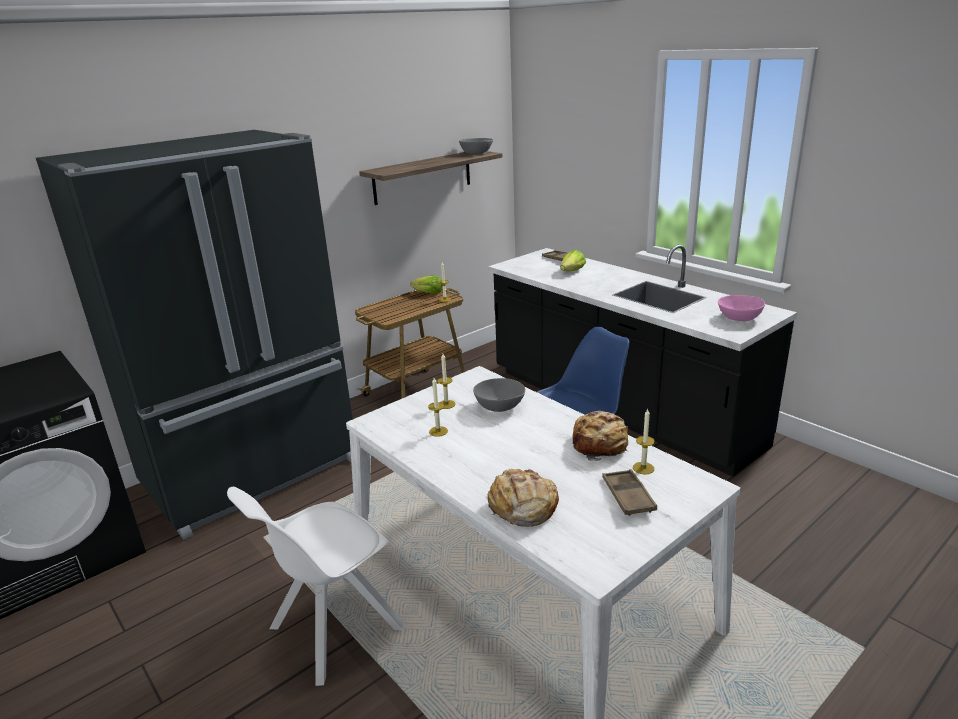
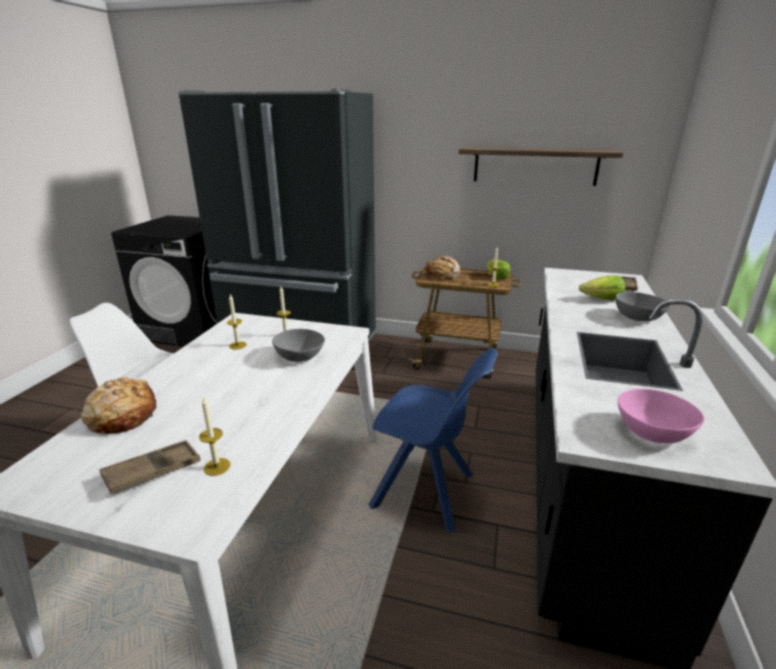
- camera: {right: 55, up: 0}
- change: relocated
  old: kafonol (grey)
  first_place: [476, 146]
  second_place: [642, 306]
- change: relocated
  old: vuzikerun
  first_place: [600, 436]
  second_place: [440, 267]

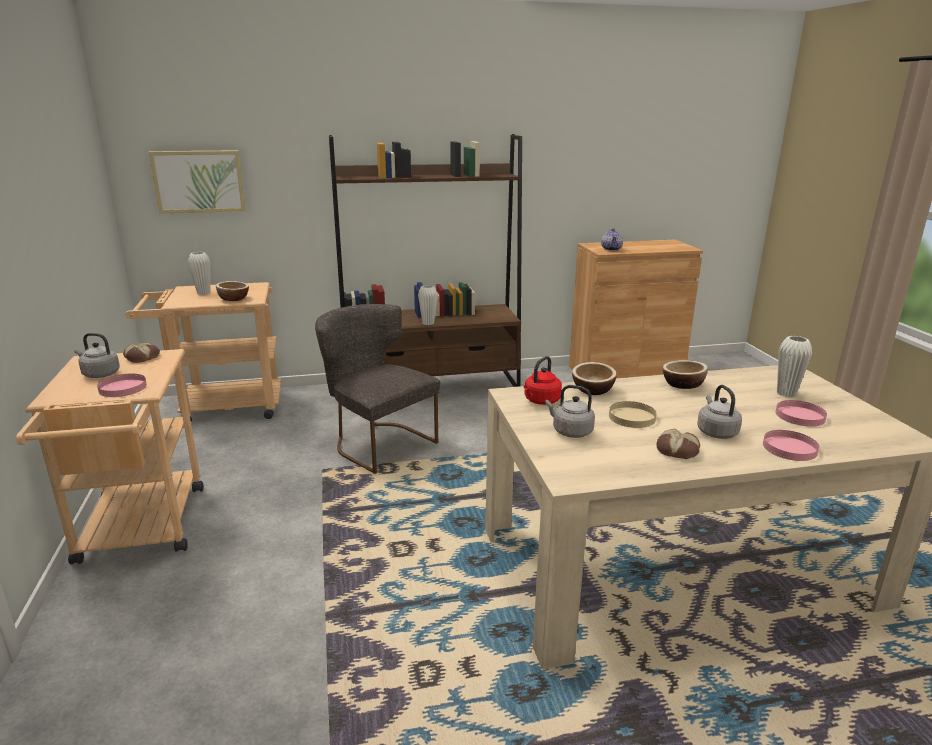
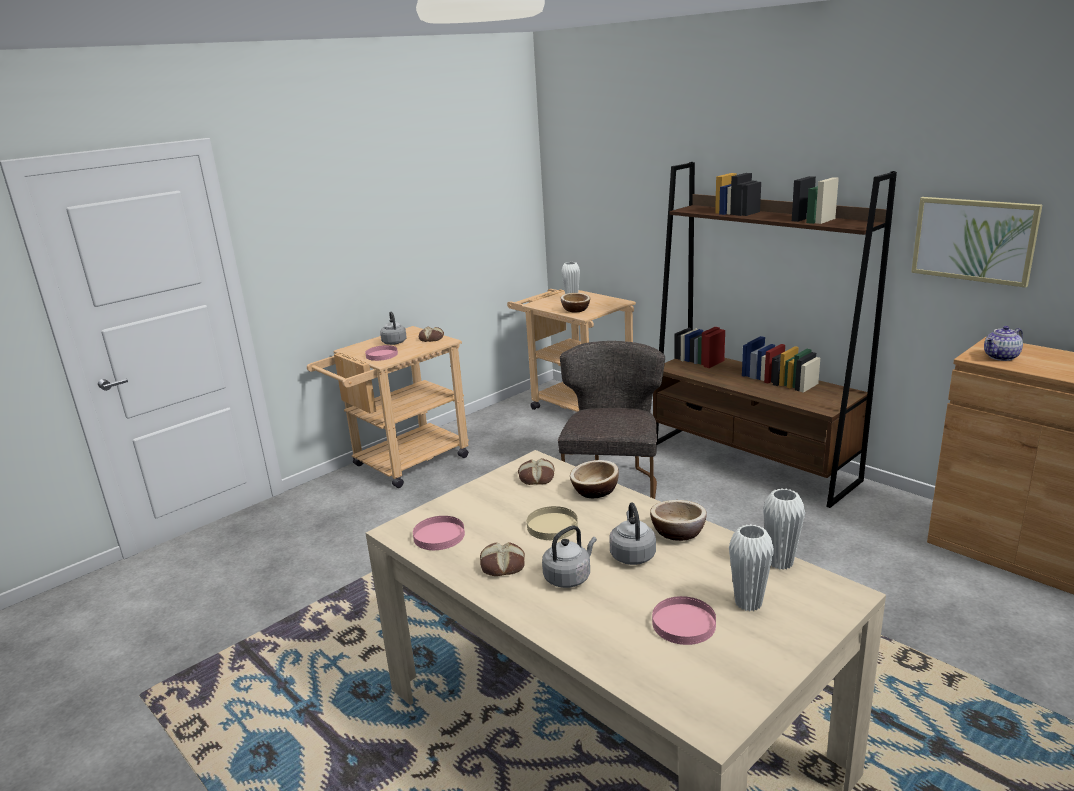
- camera: {right: 60, up: 0}
- change: relocated
  old: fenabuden
  first_place: [197, 182]
  second_place: [976, 242]
- change: relocated
  old: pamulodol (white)
  first_place: [428, 305]
  second_place: [784, 529]
- change: exchanged
  old: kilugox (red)
  new: vuzikerun
  first_place: [543, 380]
  second_place: [536, 471]
- change: relocated
  old: kilugox (grey)
  first_place: [570, 411]
  second_place: [632, 533]
- change: relocated
  old: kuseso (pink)
  first_place: [791, 445]
  second_place: [439, 533]

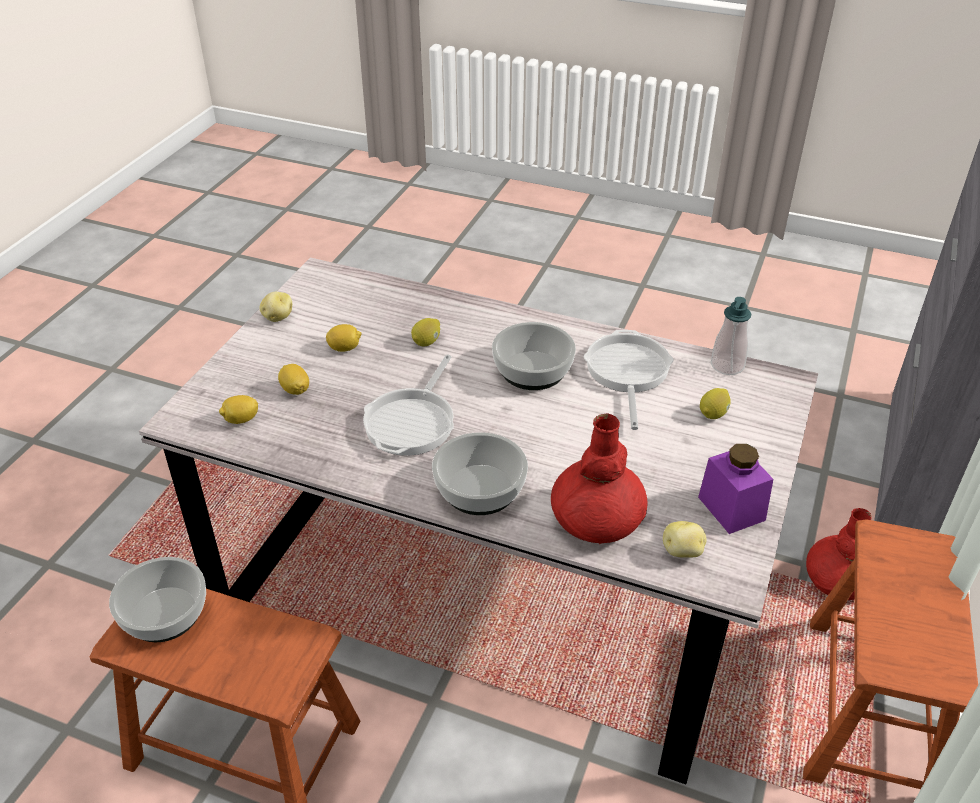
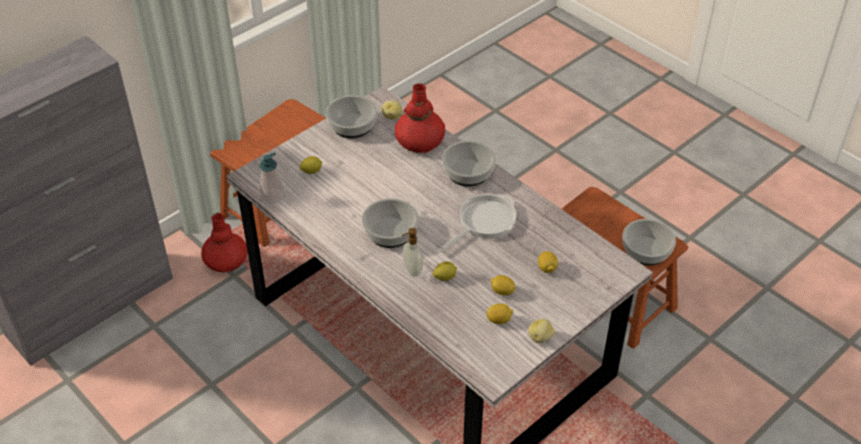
- camera: {right: -155, up: 5}
- change: relocated
  old: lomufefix
  first_place: [238, 409]
  second_place: [499, 314]
- change: missing
  old: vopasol
  first_place: [629, 380]
- change: exchanged
  old: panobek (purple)
  new: kafonol
  first_place: [735, 489]
  second_place: [351, 116]
- change: appeared
  new: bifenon
  second_place: [412, 252]

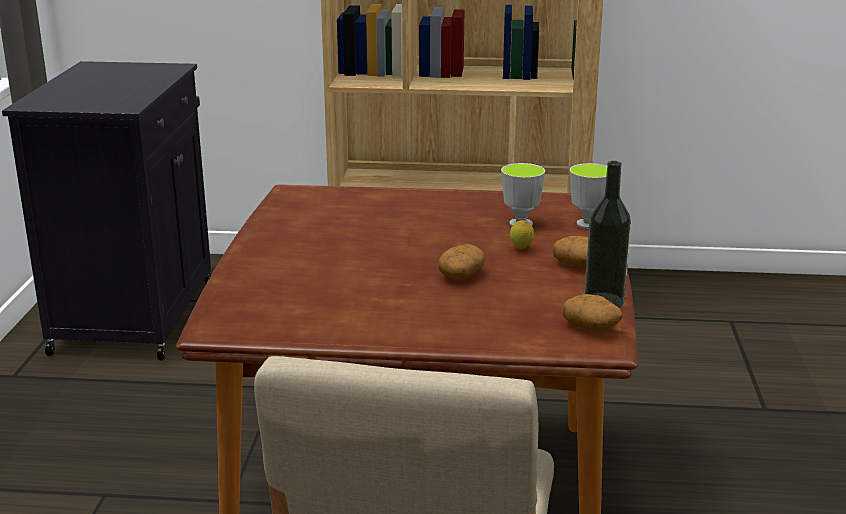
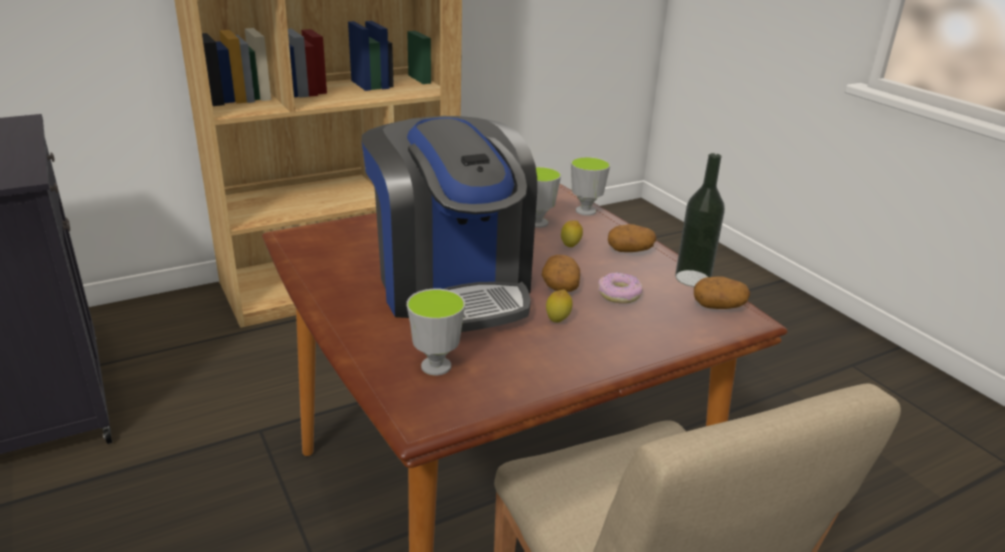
- camera: {right: -35, up: 5}
- change: appeared
  new: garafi
  second_place: [449, 224]
- change: appeared
  new: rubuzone
  second_place: [436, 332]
- change: appeared
  new: lomufefix
  second_place: [559, 305]
- change: appeared
  new: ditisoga
  second_place: [620, 288]

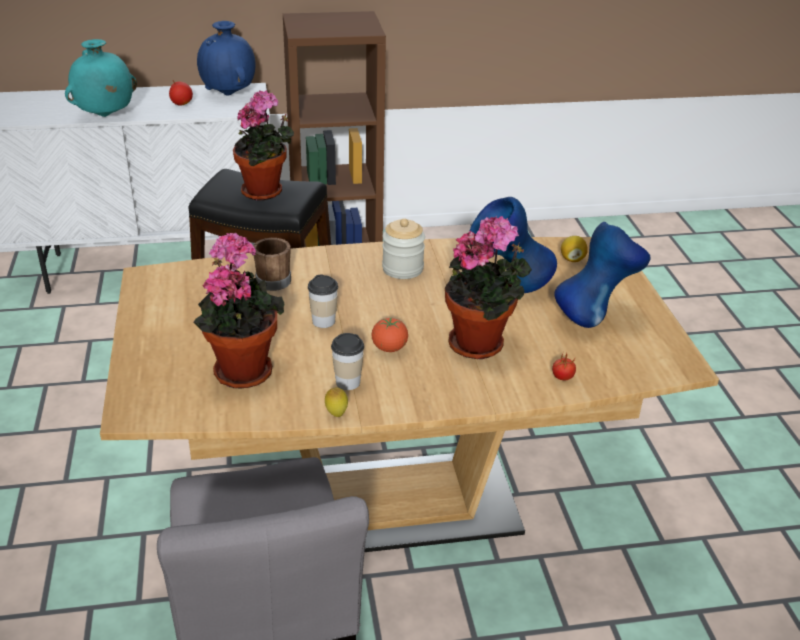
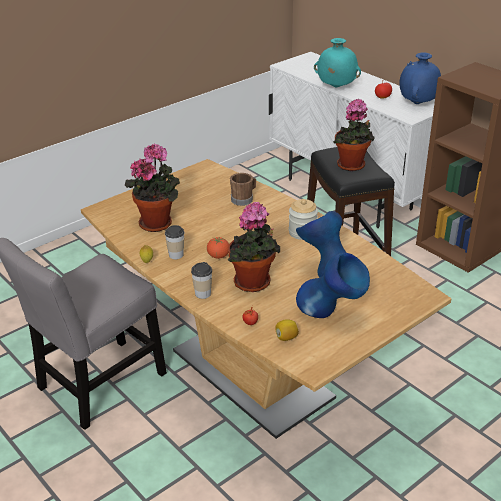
- camera: {right: 60, up: 0}
- change: relocated
  old: rubuzone
  first_place: [323, 301]
  second_place: [201, 280]
- change: relocated
  old: lomufefix
  first_place: [574, 249]
  second_place: [287, 330]

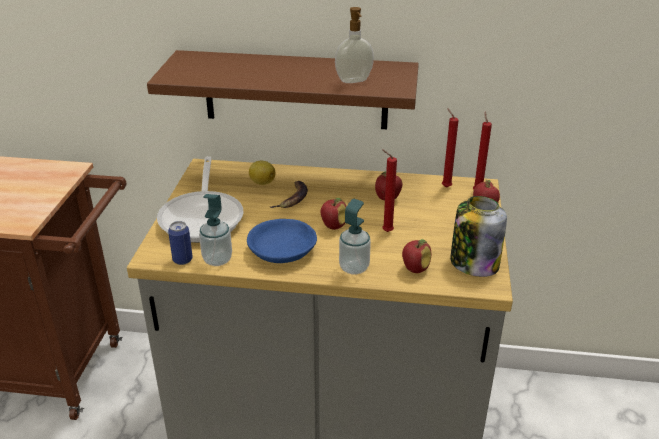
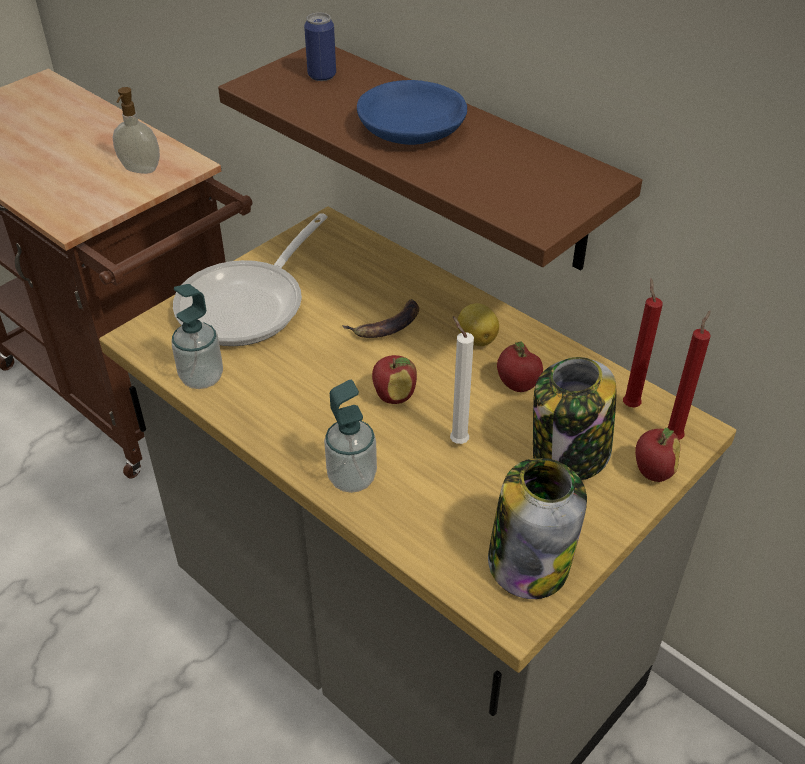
- camera: {right: 35, up: 10}
- change: relocated
  old: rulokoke
  first_place: [180, 243]
  second_place: [320, 46]
- change: relocated
  old: kafonol (blue)
  first_place: [282, 241]
  second_place: [412, 112]
- change: relocated
  old: lomufefix
  first_place: [262, 173]
  second_place: [478, 324]
- change: relocated
  old: bifenon
  first_place: [354, 45]
  second_place: [136, 130]
- change: colour
  old: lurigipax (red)
  new: lurigipax (white)
  first_place: [389, 190]
  second_place: [462, 380]
- change: missing
  old: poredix
  first_place: [416, 256]
- change: appeared
  new: panobek
  second_place: [575, 418]

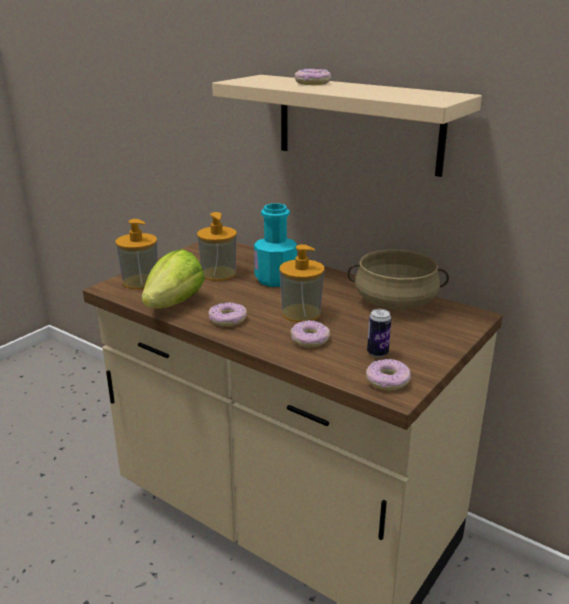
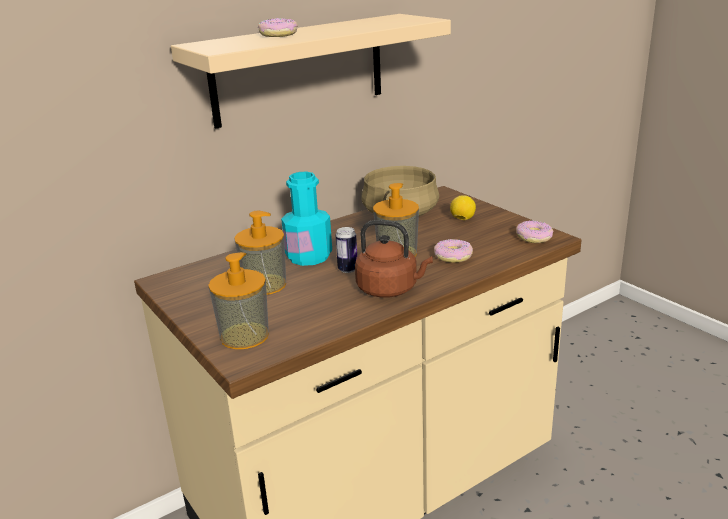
- camera: {right: -70, up: 0}
- change: missing
  old: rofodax
  first_place: [173, 278]
- change: exchanged
  old: ditisoga
  new: kilugox (brown)
  first_place: [227, 314]
  second_place: [394, 259]
- change: relocated
  old: rulokoke
  first_place: [379, 333]
  second_place: [346, 250]
- change: appeared
  new: lomufefix
  second_place: [463, 207]

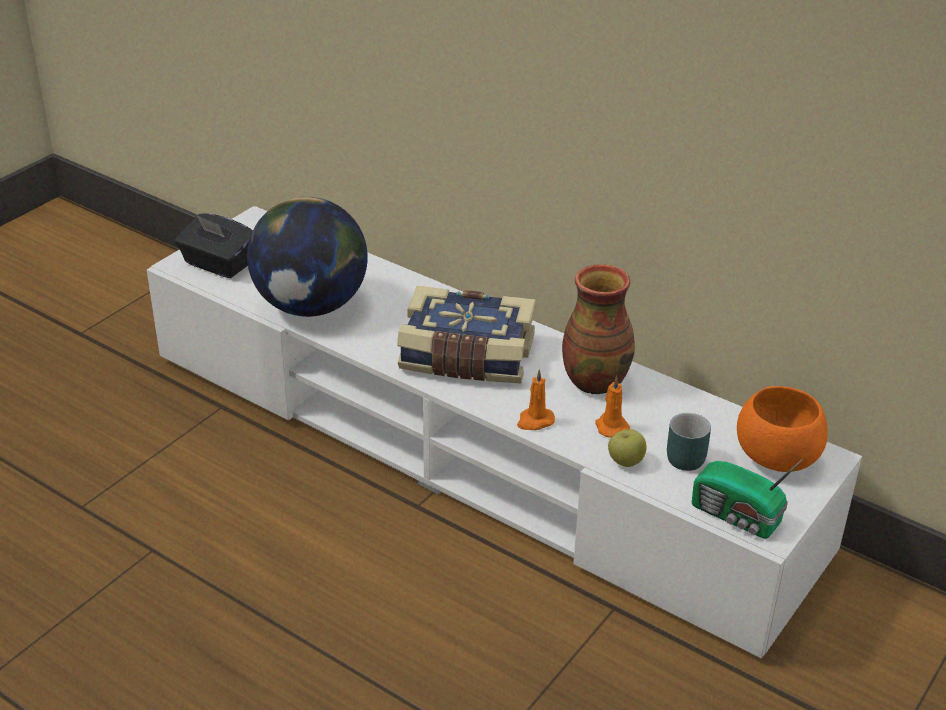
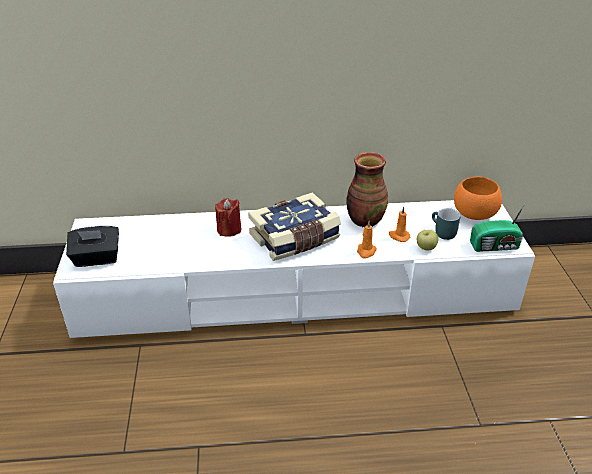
- camera: {right: -40, up: 0}
- change: missing
  old: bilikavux
  first_place: [307, 257]
- change: appeared
  new: lurigipax (red)
  second_place: [228, 217]

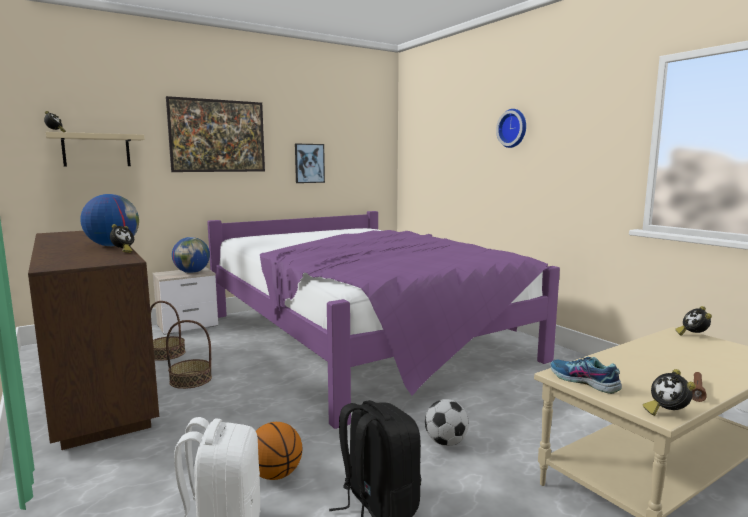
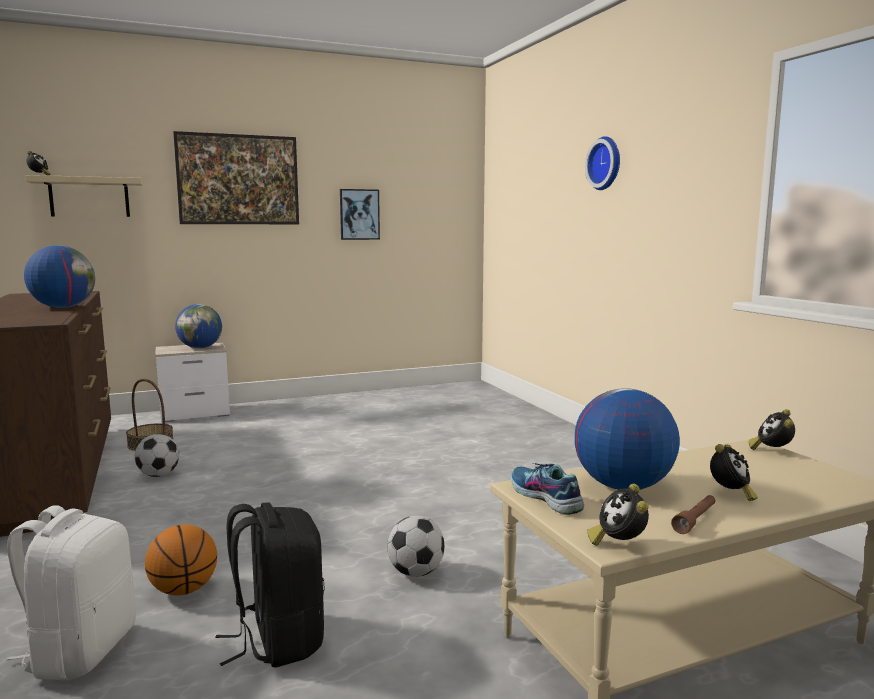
- camera: {right: 10, up: 0}
- change: relocated
  old: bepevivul
  first_place: [122, 238]
  second_place: [734, 472]
- change: exchanged
  old: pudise
  new: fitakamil
  first_place: [189, 354]
  second_place: [157, 455]
- change: missing
  old: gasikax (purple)
  first_place: [383, 320]
- change: appeared
  new: bilikavux
  second_place: [627, 439]

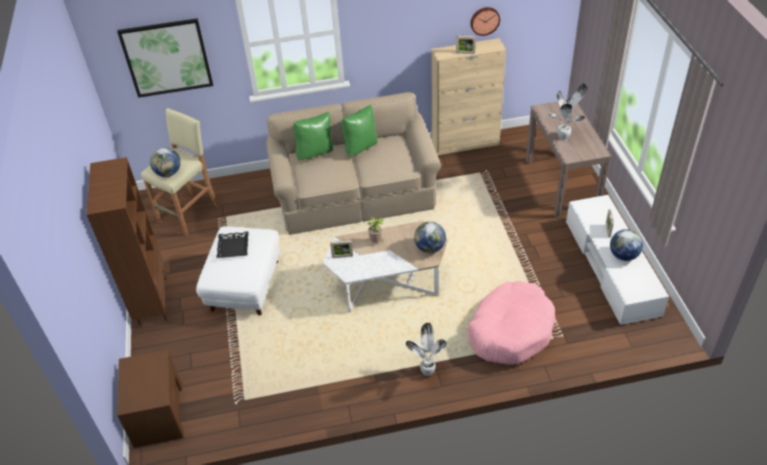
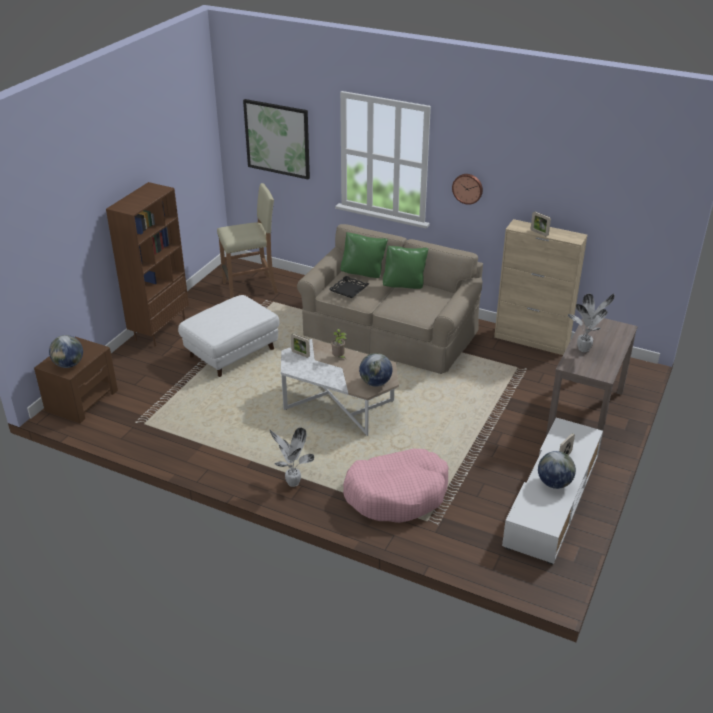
- camera: {right: 35, up: -10}
- change: relocated
  old: bilikavux
  first_place: [165, 162]
  second_place: [66, 351]
- change: relocated
  old: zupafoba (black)
  first_place: [232, 244]
  second_place: [349, 287]
- change: relocated
  old: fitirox
  first_place: [485, 21]
  second_place: [467, 189]

